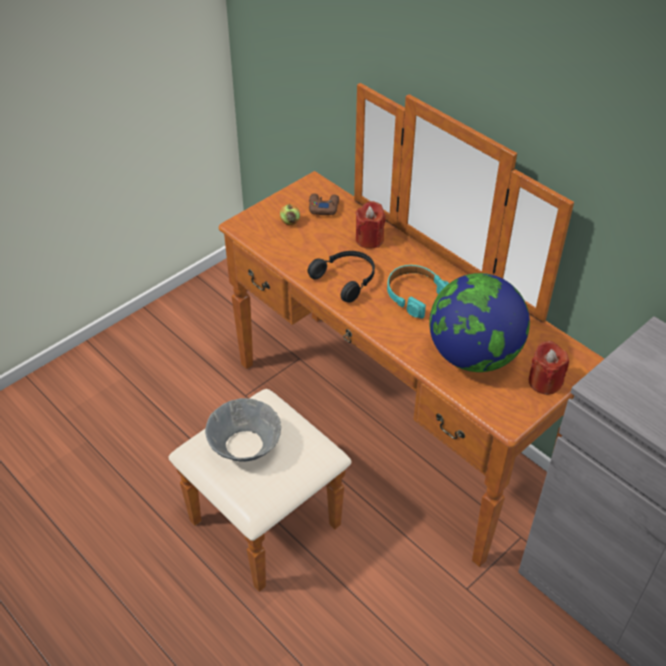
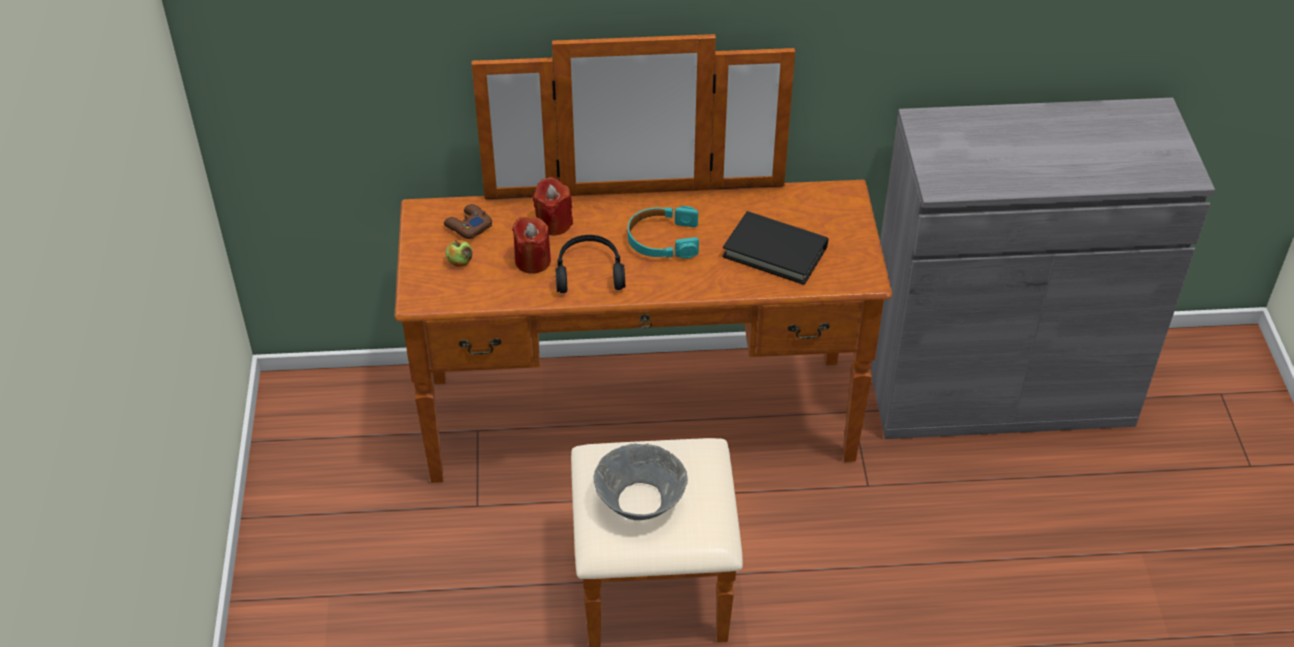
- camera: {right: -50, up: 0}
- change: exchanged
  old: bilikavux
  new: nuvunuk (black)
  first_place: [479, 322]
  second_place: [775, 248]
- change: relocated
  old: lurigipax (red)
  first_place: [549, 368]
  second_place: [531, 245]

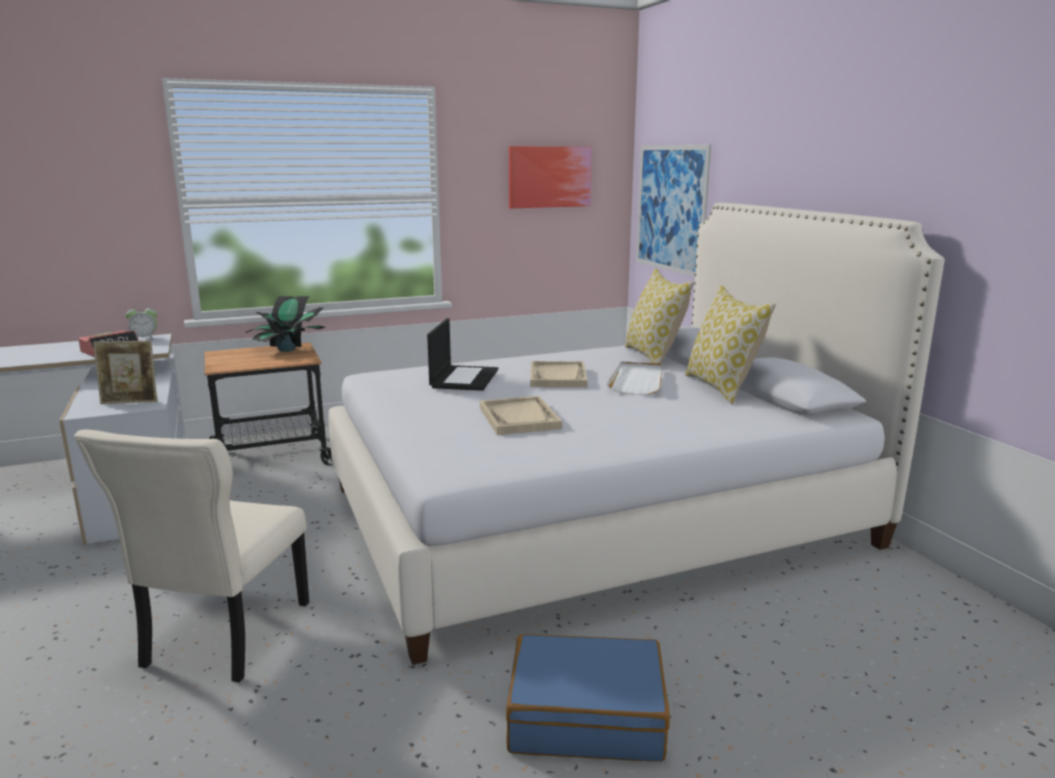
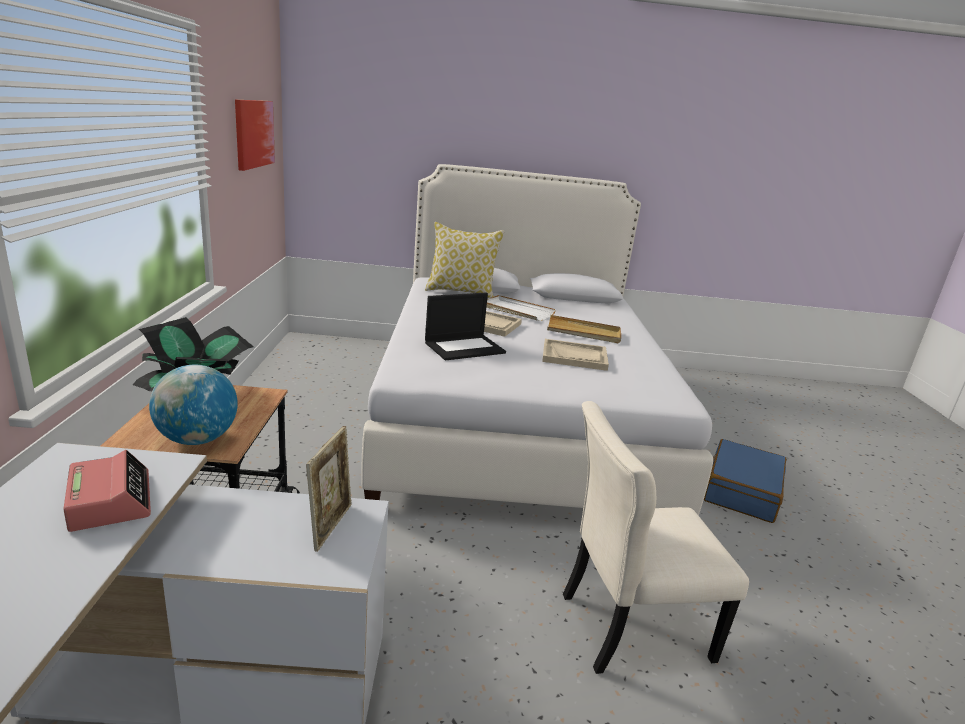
- camera: {right: -70, up: 5}
- change: spun
  old: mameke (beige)
  first_place: [191, 556]
  second_place: [656, 537]
  degrees: 135
- change: missing
  old: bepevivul
  first_place: [141, 322]
- change: spun
  old: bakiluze
  first_place: [462, 354]
  second_place: [465, 327]
  degrees: 120
- change: missing
  old: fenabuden
  first_place: [673, 211]
- change: missing
  old: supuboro
  first_place: [730, 345]
- change: appeared
  new: bilikavux
  second_place: [193, 405]
- change: appeared
  new: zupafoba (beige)
  second_place: [584, 329]

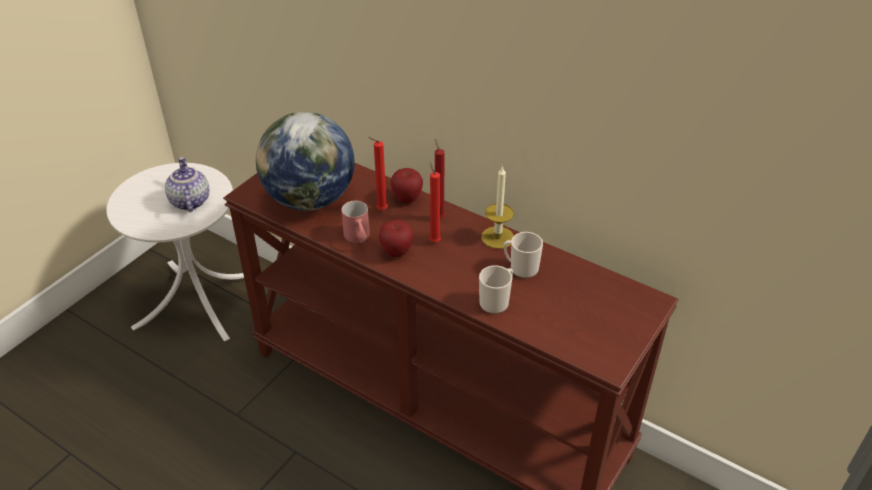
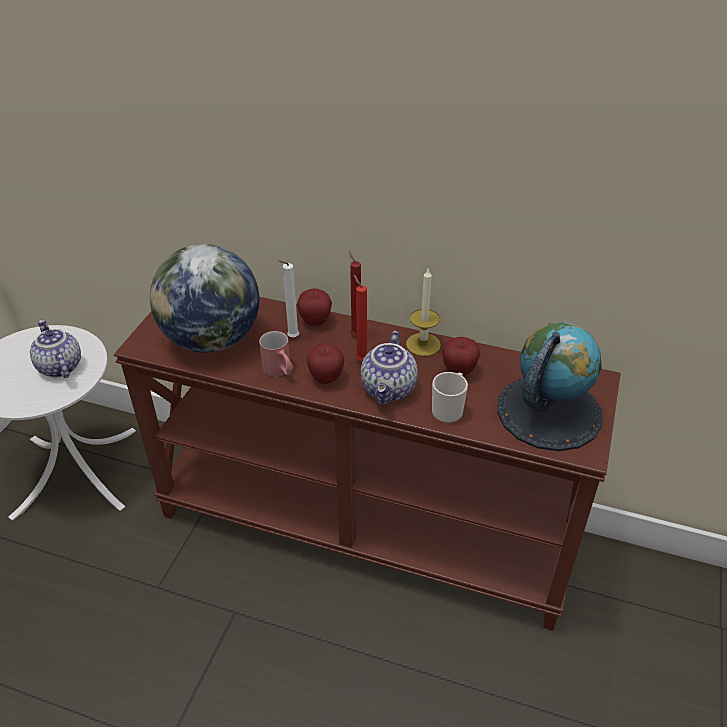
- camera: {right: -15, up: 0}
- change: colour
  old: lurigipax (red)
  new: lurigipax (white)
  first_place: [378, 173]
  second_place: [288, 299]
- change: exchanged
  old: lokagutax
  new: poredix
  first_place: [523, 255]
  second_place: [461, 356]
- change: appeared
  new: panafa
  second_place: [389, 367]
- change: appeared
  new: bilikavux
  second_place: [549, 386]

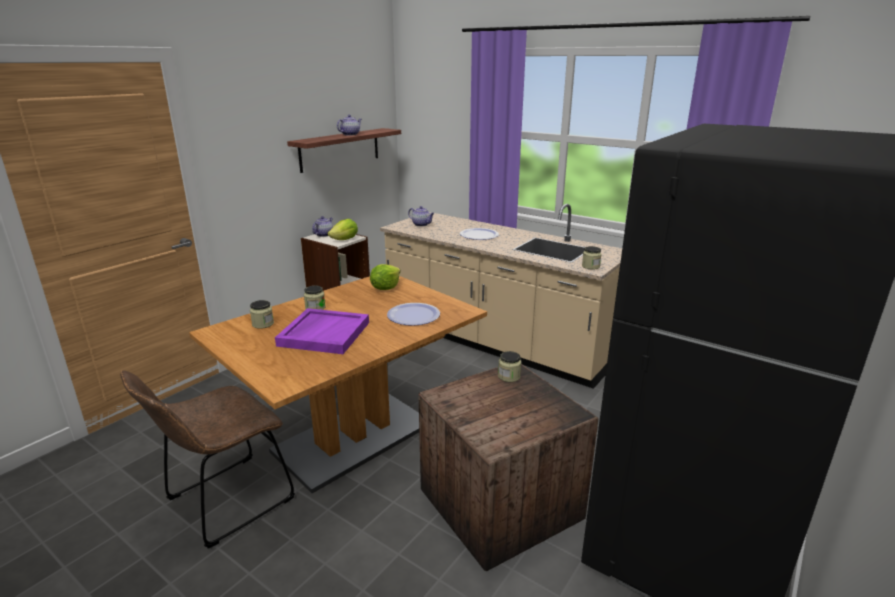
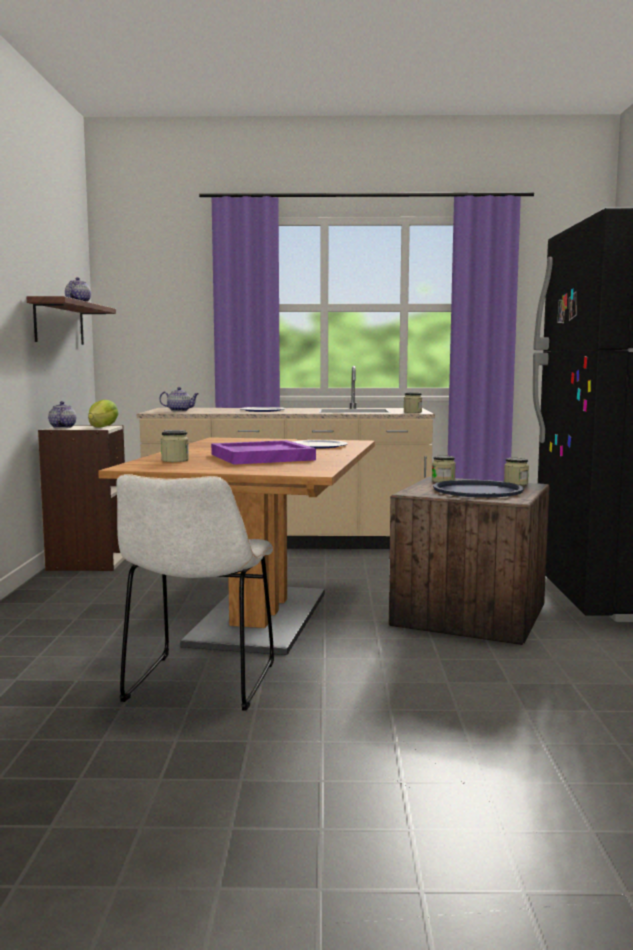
- camera: {right: -35, up: -15}
- change: colour
  old: mameke (brown)
  new: mameke (white)
  first_place: [207, 460]
  second_place: [195, 592]
- change: relocated
  old: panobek
  first_place: [314, 298]
  second_place: [516, 472]
- change: missing
  old: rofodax
  first_place: [385, 277]
- change: appeared
  new: zupafoba (blue)
  second_place: [478, 489]

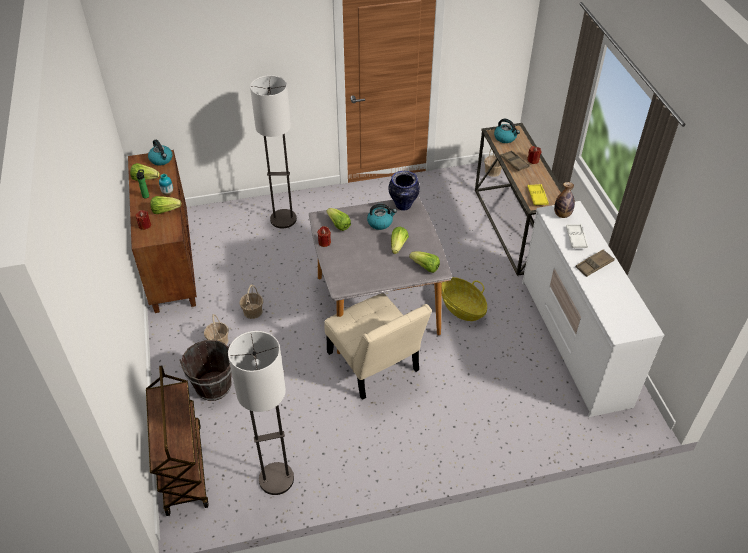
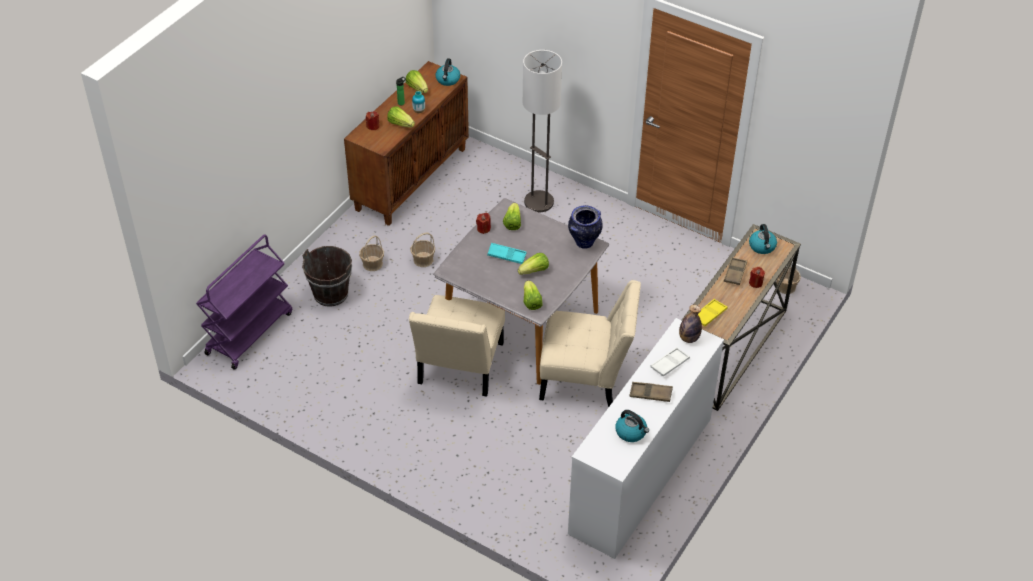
- camera: {right: 45, up: 0}
- change: colour
  old: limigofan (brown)
  new: limigofan (purple)
  first_place: [177, 441]
  second_place: [244, 302]
- change: missing
  old: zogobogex
  first_place: [261, 413]
- change: relocated
  old: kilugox
  first_place: [382, 217]
  second_place: [632, 426]
- change: exchanged
  old: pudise
  new: mameke (beige)
  first_place: [464, 299]
  second_place: [590, 343]
- change: appeared
  new: zupafoba (turquoise)
  second_place: [507, 253]

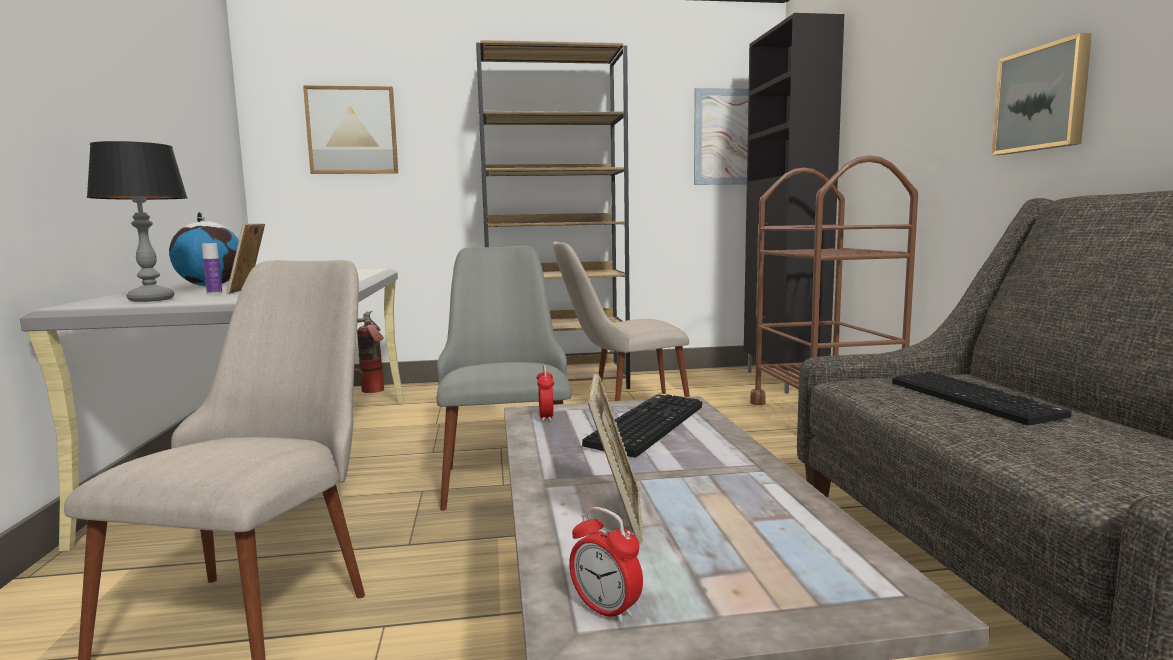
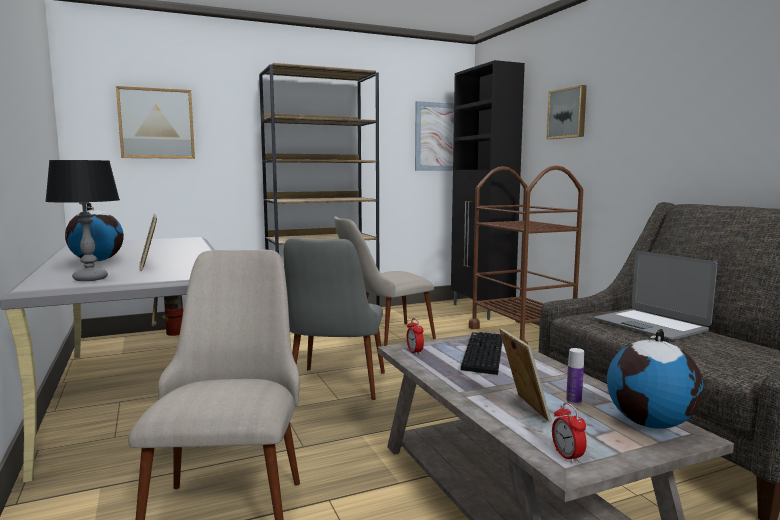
- camera: {right: -15, up: 0}
- change: relocated
  old: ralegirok
  first_place: [212, 268]
  second_place: [575, 376]
- change: spun
  old: mameke (grey)
  first_place: [504, 378]
  second_place: [334, 319]
  degrees: -150
- change: spun
  old: bepevivul
  first_place: [606, 565]
  second_place: [569, 433]
  degrees: 45
- change: exchanged
  old: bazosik
  new: bakiluze
  first_place: [981, 398]
  second_place: [655, 295]
- change: relocated
  old: fenabuden
  first_place: [1042, 94]
  second_place: [567, 112]
- change: appeared
  new: bilikavux
  second_place: [655, 379]

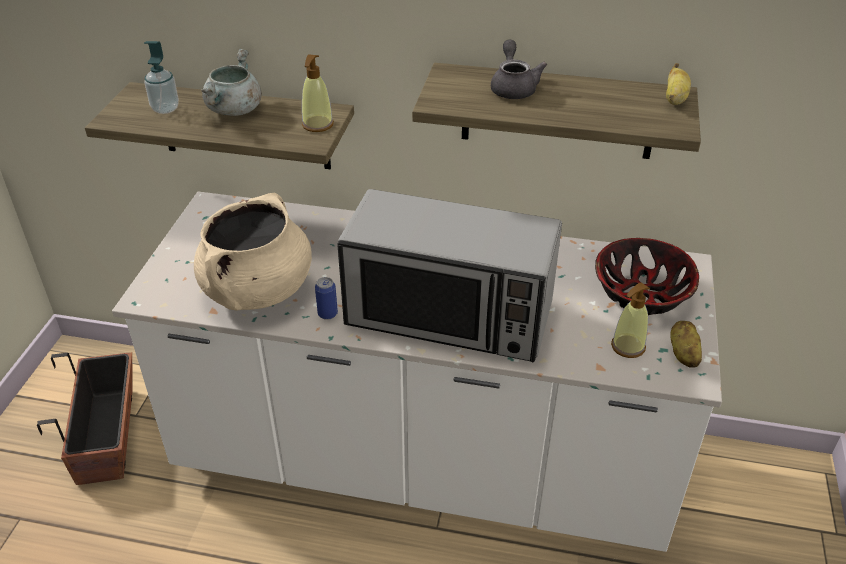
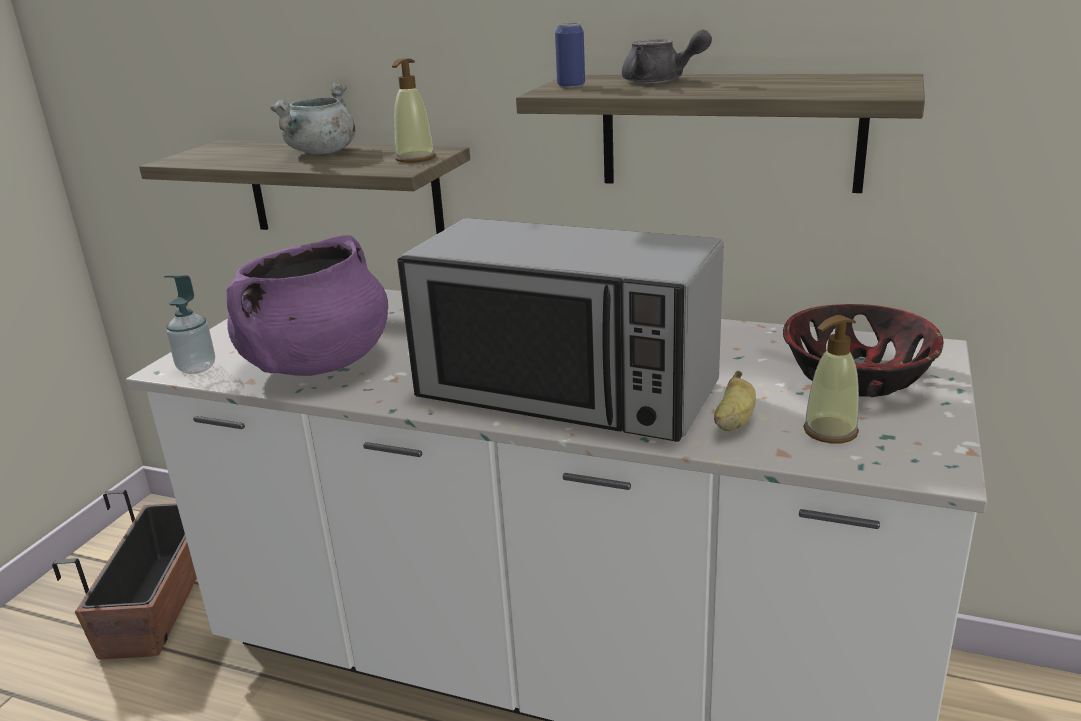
- camera: {right: 10, up: -15}
- change: relocated
  old: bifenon
  first_place: [161, 77]
  second_place: [189, 324]
- change: colour
  old: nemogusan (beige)
  new: nemogusan (purple)
  first_place: [253, 252]
  second_place: [307, 305]
- change: relocated
  old: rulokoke
  first_place: [326, 298]
  second_place: [570, 55]
- change: spun
  old: panafa (grey)
  first_place: [519, 69]
  second_place: [667, 56]
  degrees: 120
- change: relocated
  old: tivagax
  first_place: [678, 84]
  second_place: [735, 401]
- change: missing
  old: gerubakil
  first_place: [686, 344]

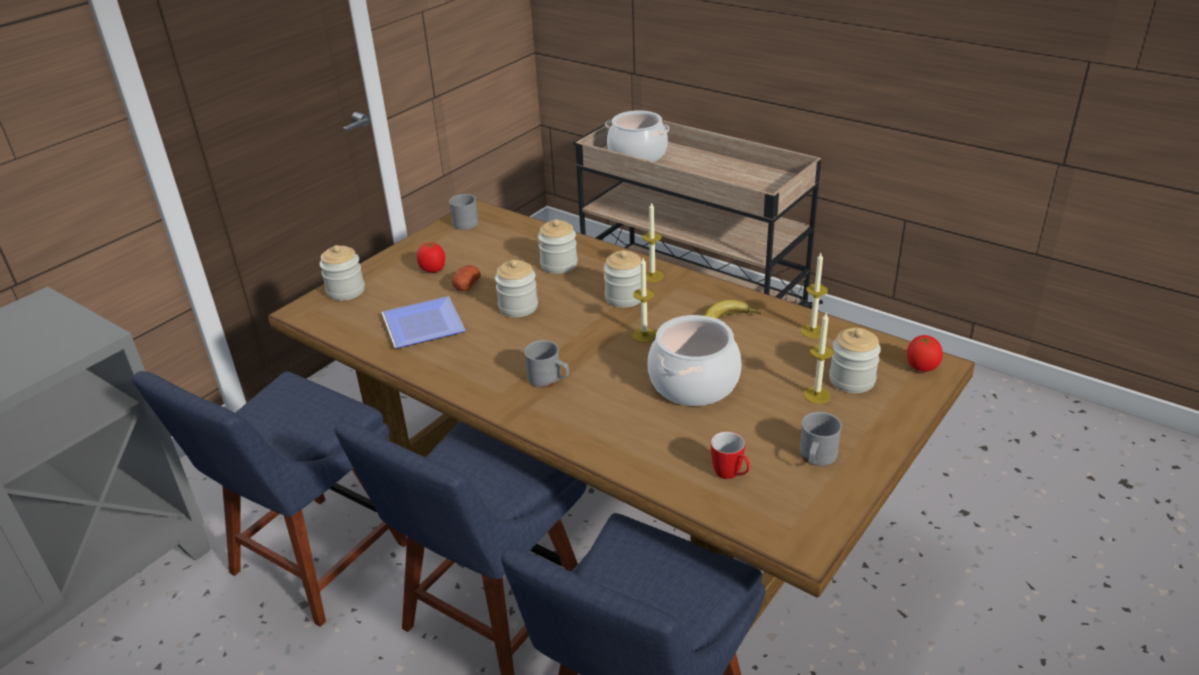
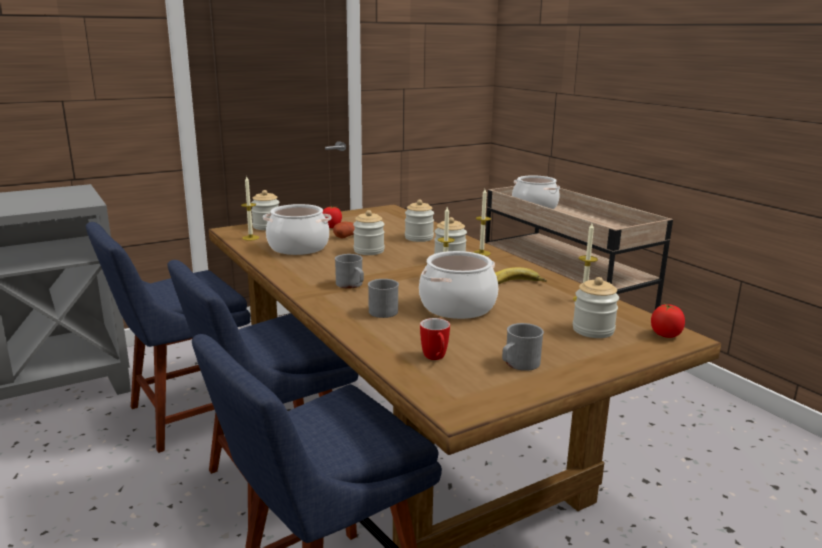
- camera: {right: 20, up: -15}
- change: exchanged
  old: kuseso
  new: nemogusan
  first_place: [424, 322]
  second_place: [297, 229]
- change: relocated
  old: lokagutax (grey)
  first_place: [464, 212]
  second_place: [383, 298]
- change: relocated
  old: lurigipax
  first_place: [819, 358]
  second_place: [250, 209]

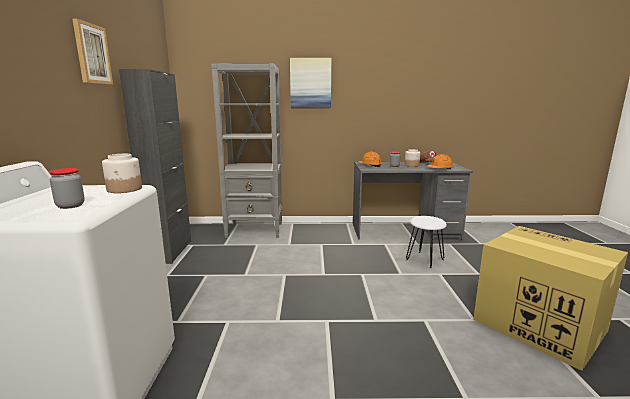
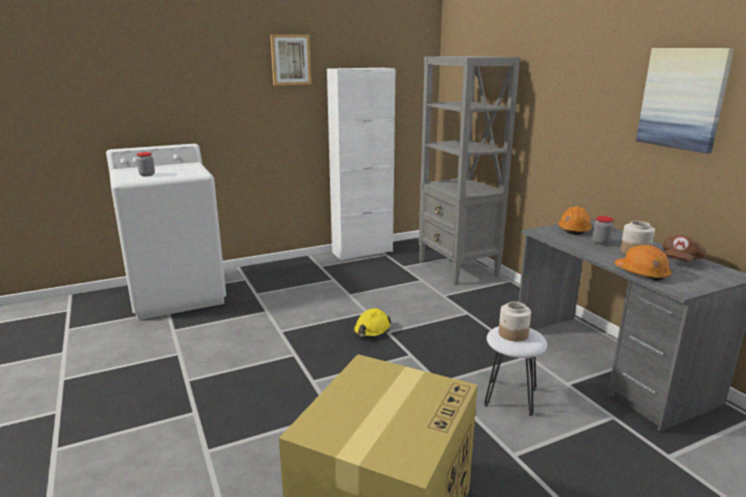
- camera: {right: 65, up: 5}
- change: relocated
  old: panobek
  first_place: [122, 173]
  second_place: [515, 321]
- change: colour
  old: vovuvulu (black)
  new: vovuvulu (white)
  first_place: [155, 166]
  second_place: [361, 164]
- change: relocated
  old: fenabuden
  first_place: [310, 83]
  second_place: [685, 100]
- change: appeared
  new: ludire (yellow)
  second_place: [372, 322]

